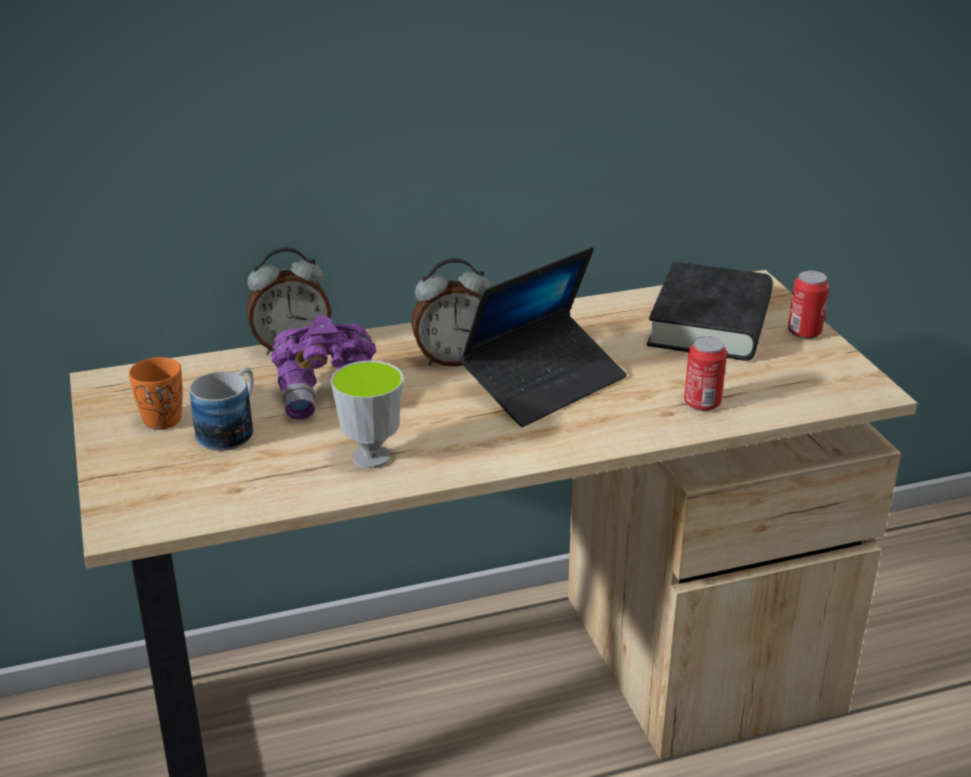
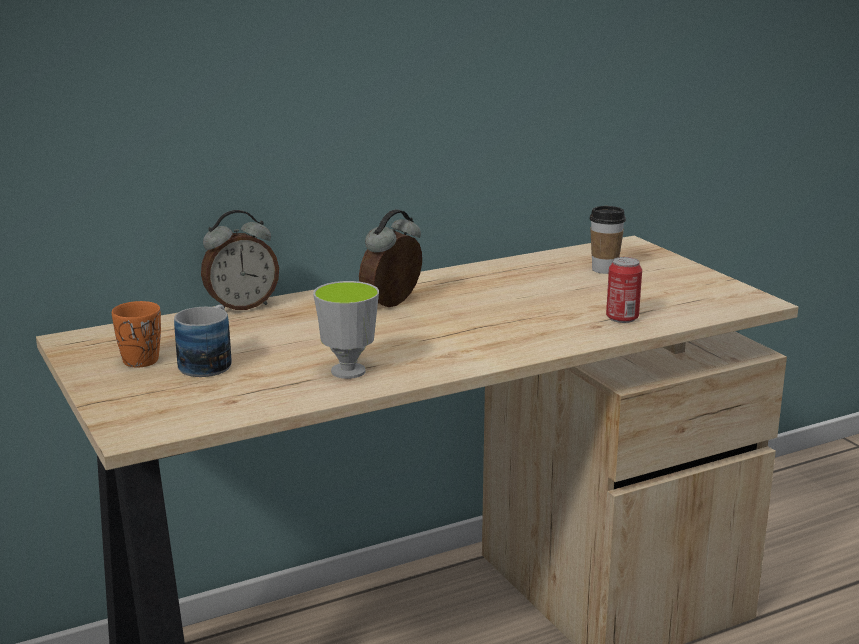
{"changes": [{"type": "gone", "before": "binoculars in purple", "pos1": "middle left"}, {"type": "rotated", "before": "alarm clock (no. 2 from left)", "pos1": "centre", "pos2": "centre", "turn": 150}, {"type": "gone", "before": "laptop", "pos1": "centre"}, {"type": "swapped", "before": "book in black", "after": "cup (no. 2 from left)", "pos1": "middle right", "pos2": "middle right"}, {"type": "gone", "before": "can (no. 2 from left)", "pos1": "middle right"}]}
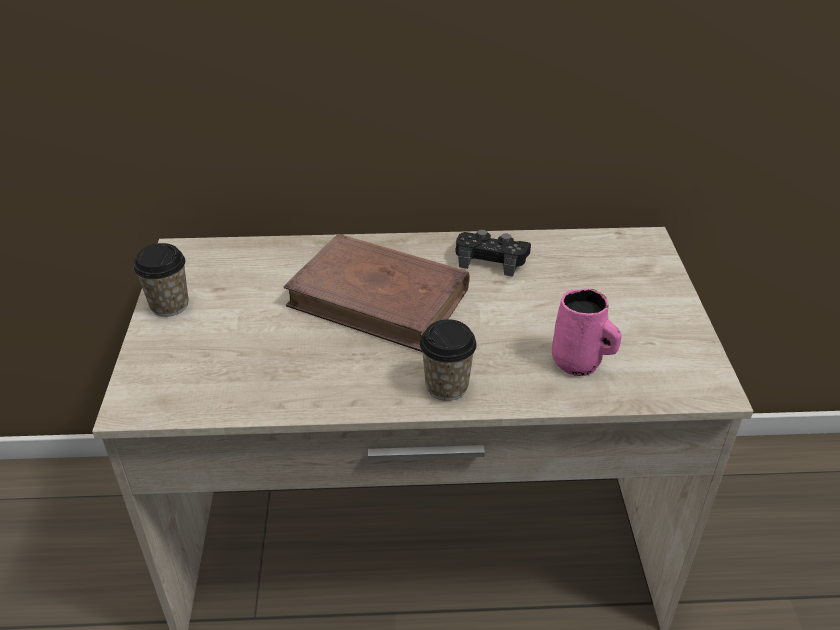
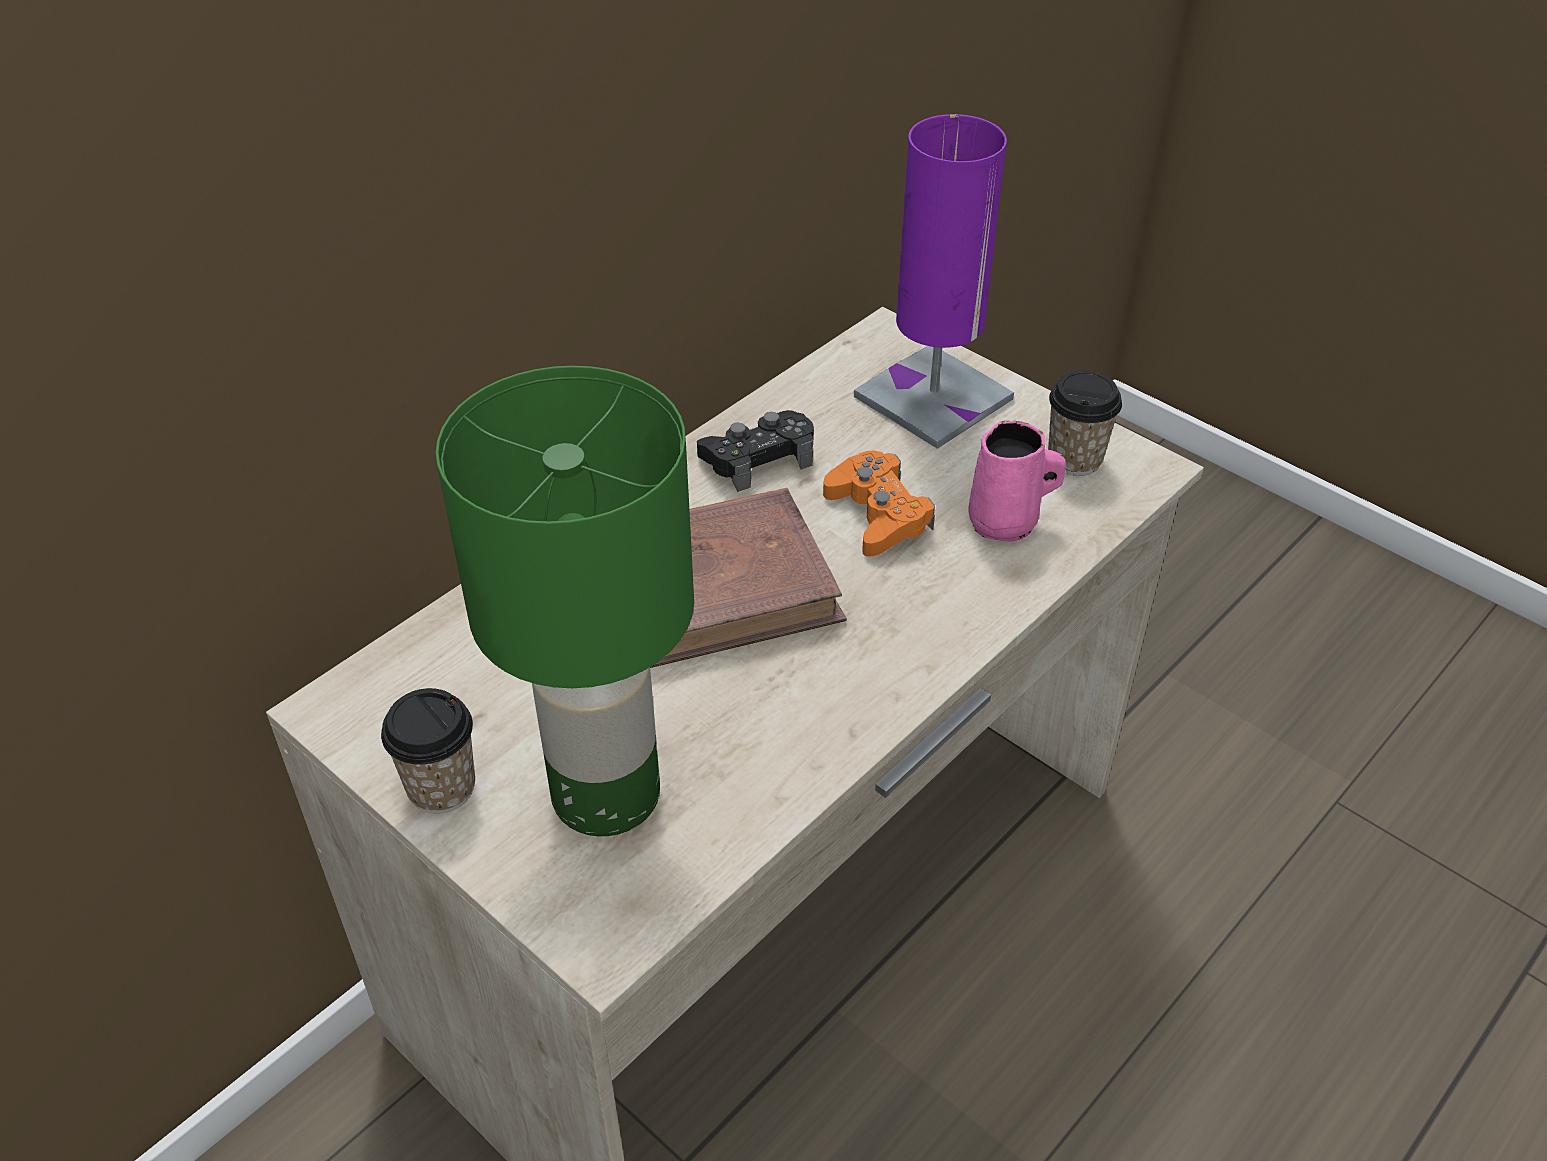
{"changes": [{"type": "shifted", "before": "cup (no. 2 from left)", "pos1": "centre", "pos2": "middle right"}, {"type": "new", "after": "table lamp in green", "pos2": "centre"}, {"type": "new", "after": "game controller in orange", "pos2": "centre"}, {"type": "new", "after": "table lamp in purple", "pos2": "top centre"}]}
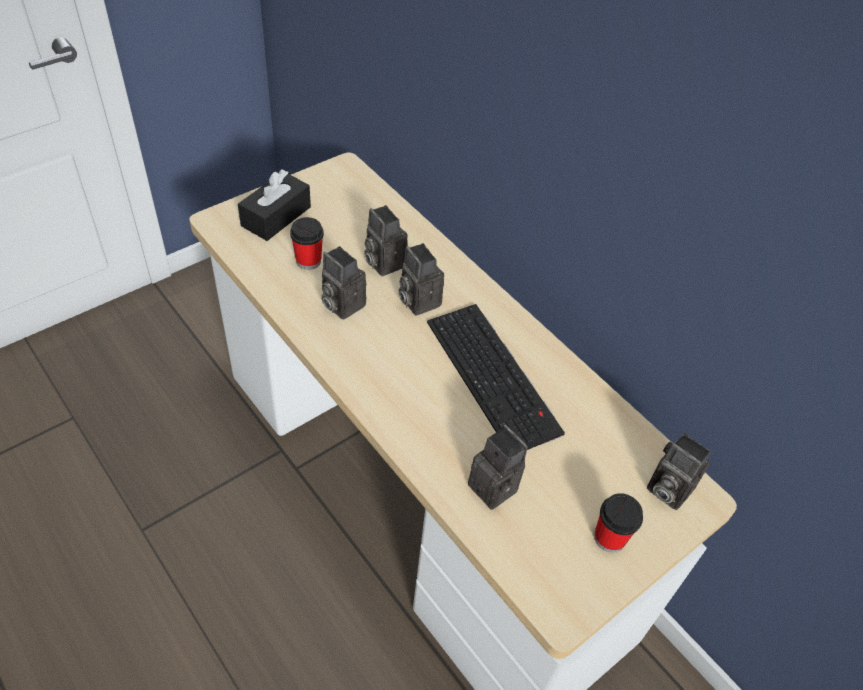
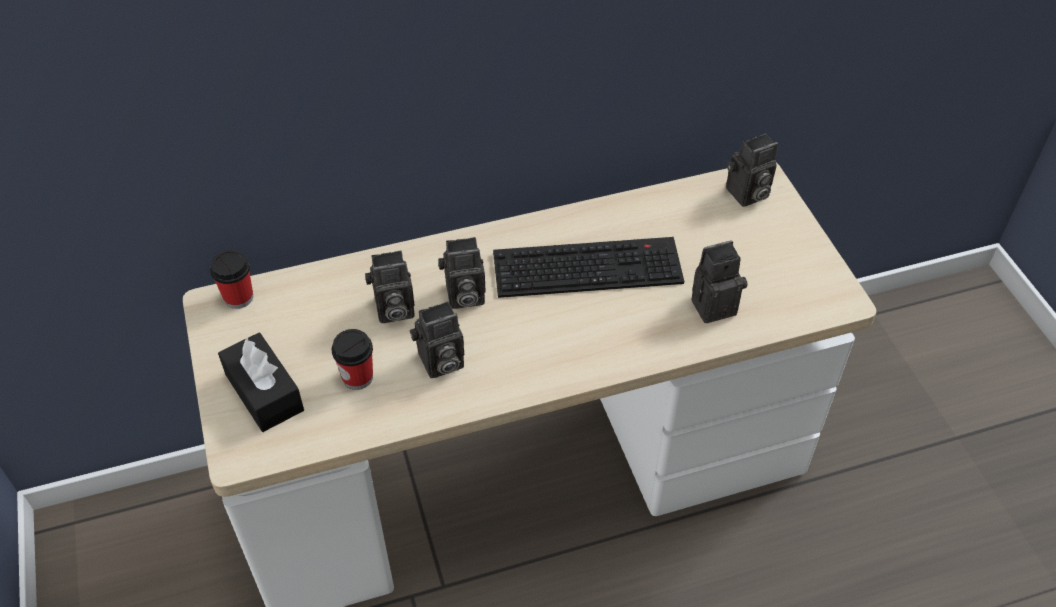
{"changes": [{"type": "shifted", "before": "cup (no. 2 from left in the first image)", "after": "cup (no. 1 from left)", "pos1": "bottom right", "pos2": "middle left"}]}
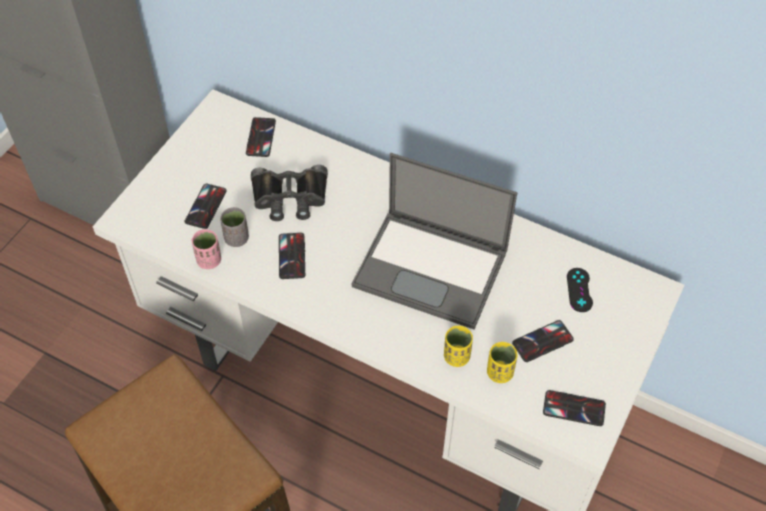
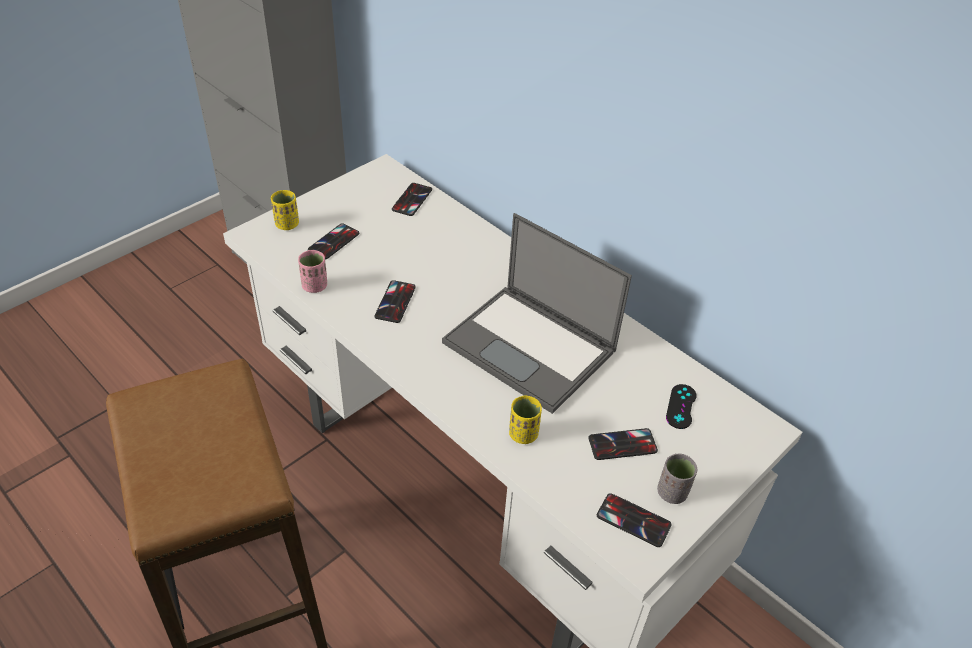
{"changes": [{"type": "shifted", "before": "cup in grey", "pos1": "middle left", "pos2": "bottom right"}, {"type": "gone", "before": "binoculars in black", "pos1": "centre"}, {"type": "shifted", "before": "cup in yellow (no. 2 from left in the first image)", "after": "cup in yellow (no. 1 from left)", "pos1": "bottom centre", "pos2": "top left"}]}
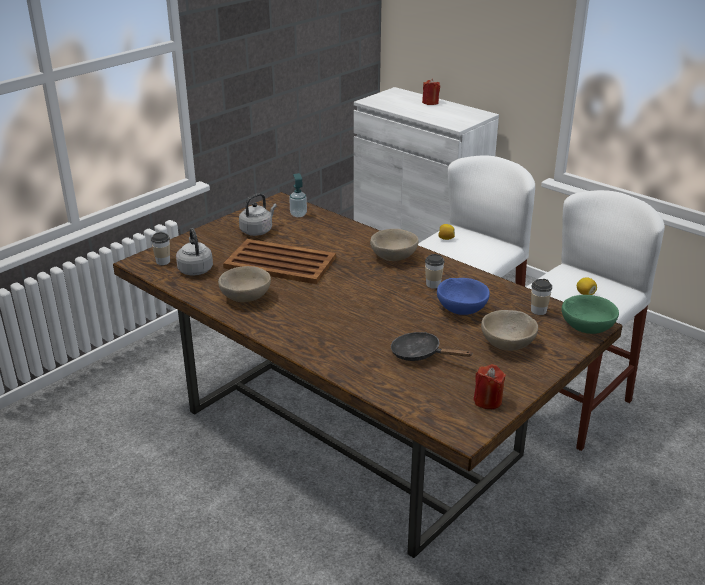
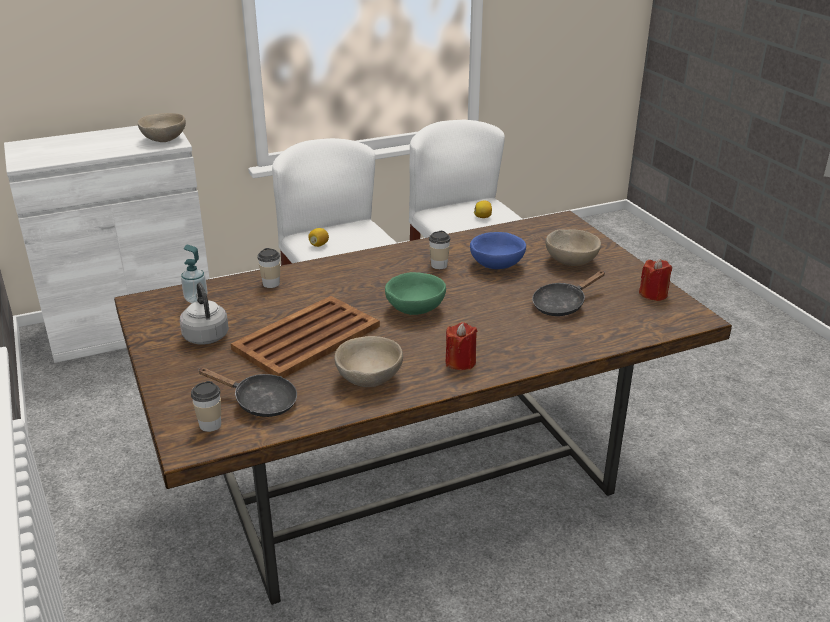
{"changes": [{"type": "swapped", "before": "kettle in grey (no. 1 from left)", "after": "frying pan in black (no. 1 from left)", "pos1": "middle left", "pos2": "middle left"}, {"type": "shifted", "before": "bowl in beige (no. 2 from left in the first image)", "after": "bowl in beige (no. 1 from left)", "pos1": "centre", "pos2": "top left"}, {"type": "shifted", "before": "candle in red (no. 1 from left)", "pos1": "top centre", "pos2": "centre"}, {"type": "shifted", "before": "cup (no. 3 from left in the first image)", "after": "cup (no. 2 from left)", "pos1": "middle right", "pos2": "middle left"}, {"type": "shifted", "before": "bowl in green", "pos1": "middle right", "pos2": "centre"}]}
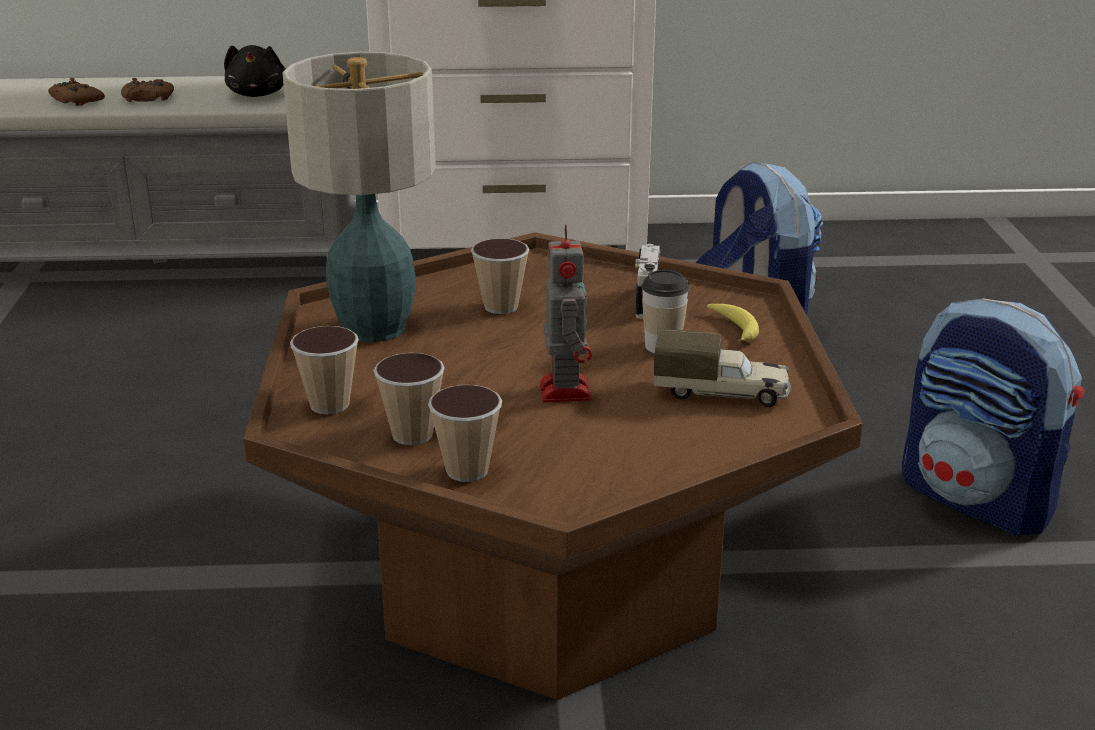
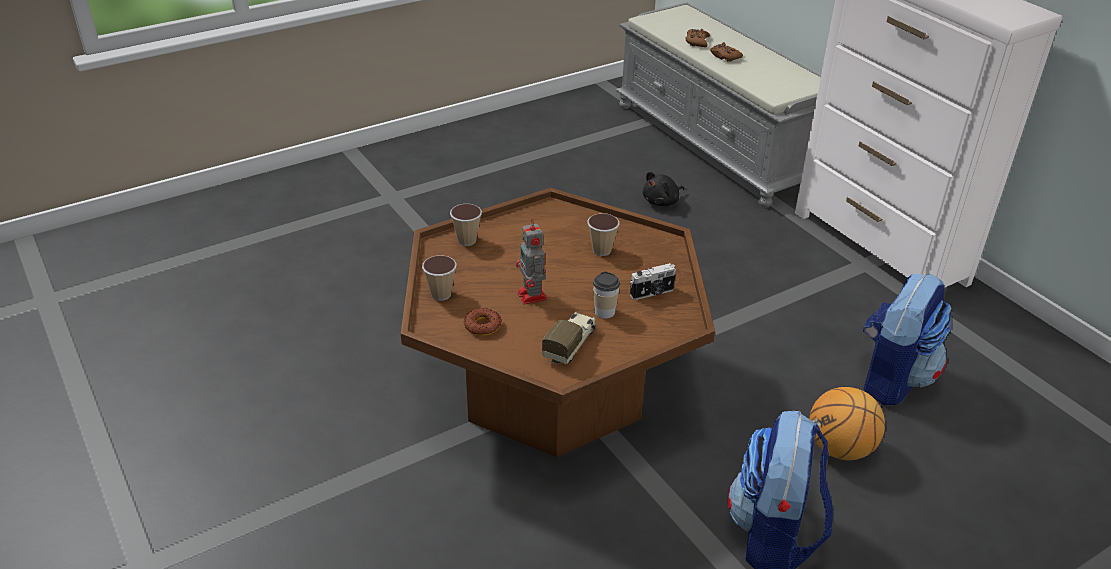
{"changes": [{"type": "shifted", "before": "plush toy in black", "pos1": "top left", "pos2": "top centre"}, {"type": "gone", "before": "table lamp", "pos1": "top left"}, {"type": "gone", "before": "cup (no. 2 from left)", "pos1": "centre"}, {"type": "rotated", "before": "toy robot", "pos1": "centre", "pos2": "centre", "turn": 105}, {"type": "rotated", "before": "toy truck", "pos1": "centre", "pos2": "centre", "turn": -135}, {"type": "gone", "before": "banana", "pos1": "middle right"}, {"type": "new", "after": "donut", "pos2": "centre"}, {"type": "new", "after": "basketball", "pos2": "bottom right"}]}
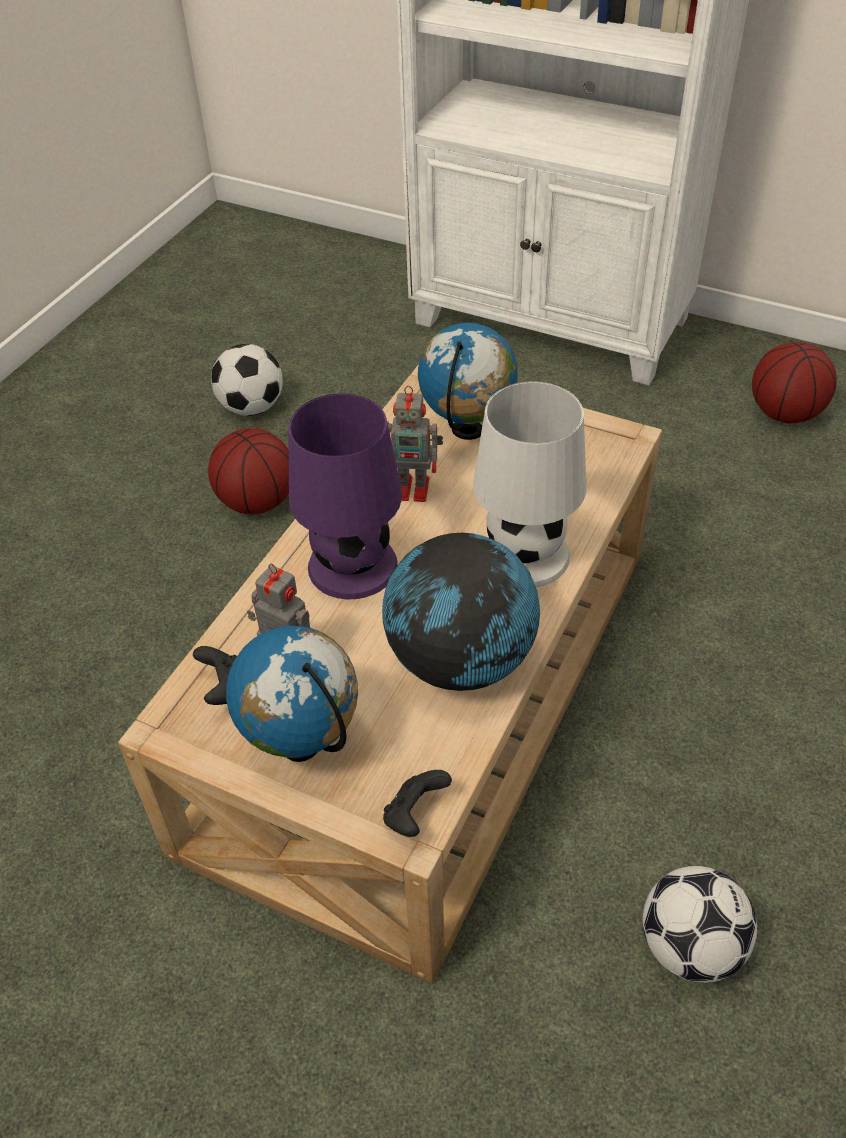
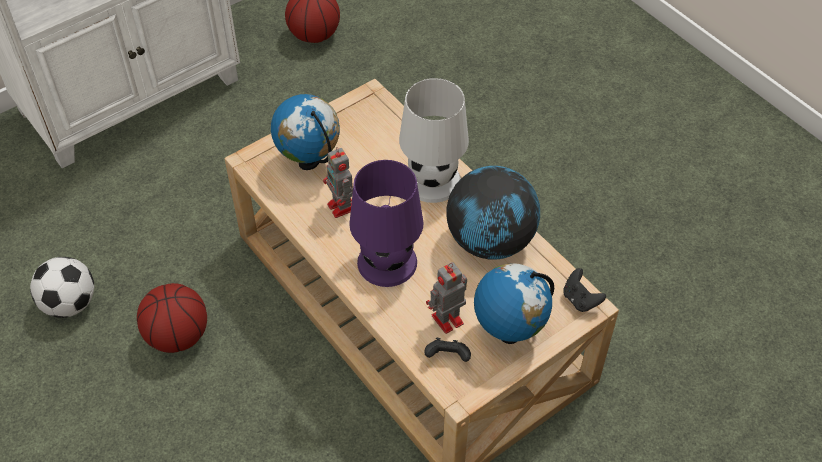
{"changes": [{"type": "rotated", "before": "toy robot (no. 2 from left in the first image)", "pos1": "centre", "pos2": "centre", "turn": 120}, {"type": "gone", "before": "football (no. 2 from left)", "pos1": "bottom right"}]}
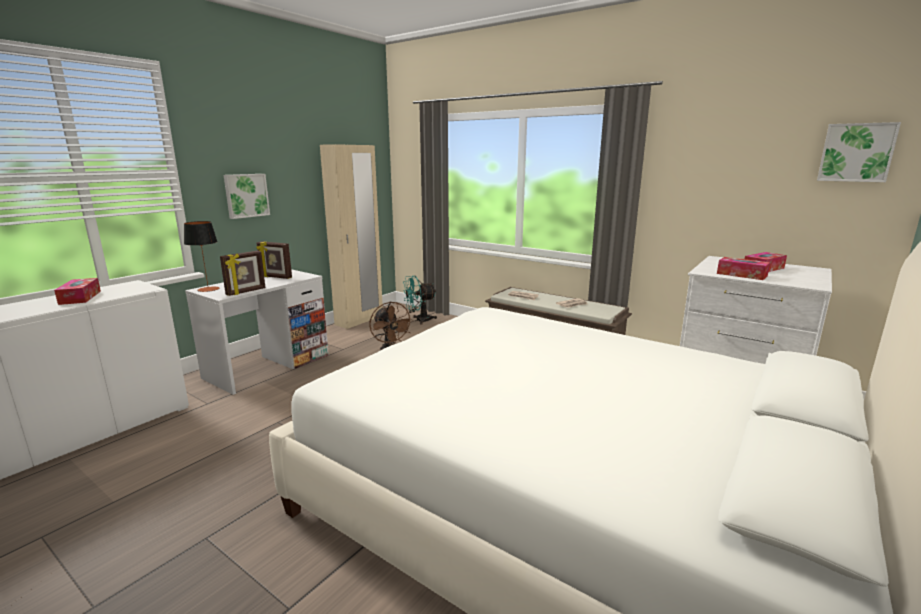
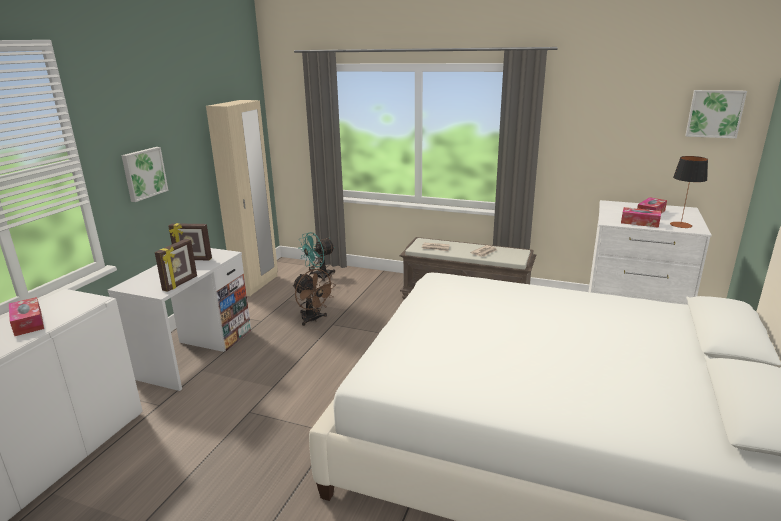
{"changes": [{"type": "shifted", "before": "table lamp", "pos1": "middle left", "pos2": "middle right"}]}
